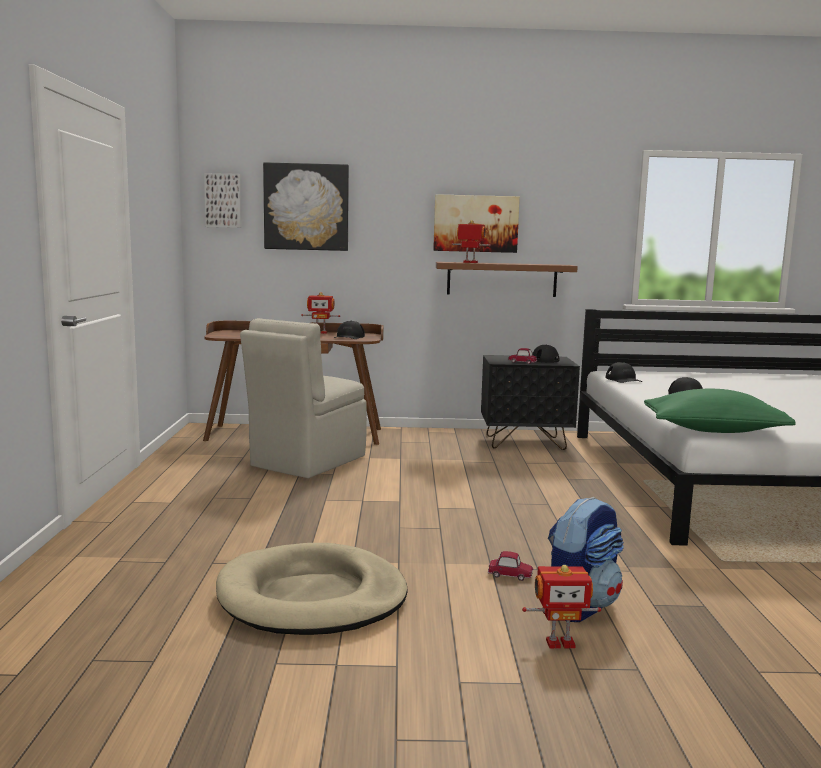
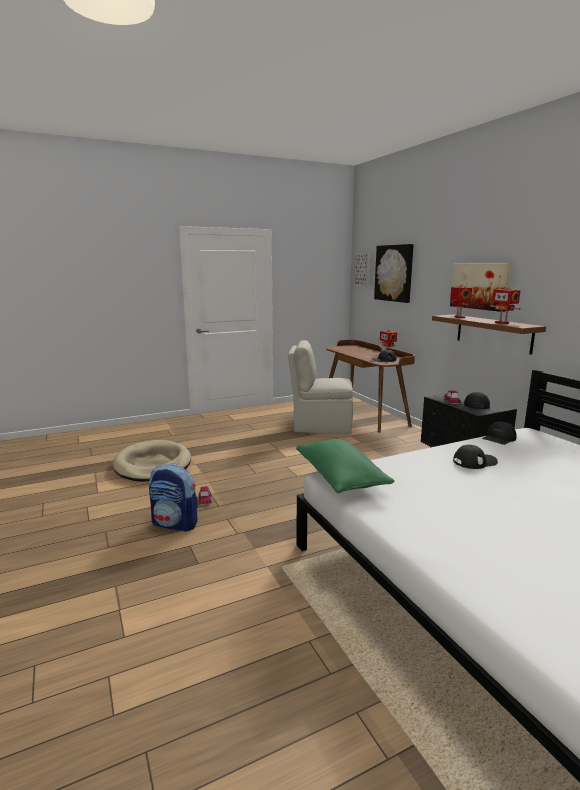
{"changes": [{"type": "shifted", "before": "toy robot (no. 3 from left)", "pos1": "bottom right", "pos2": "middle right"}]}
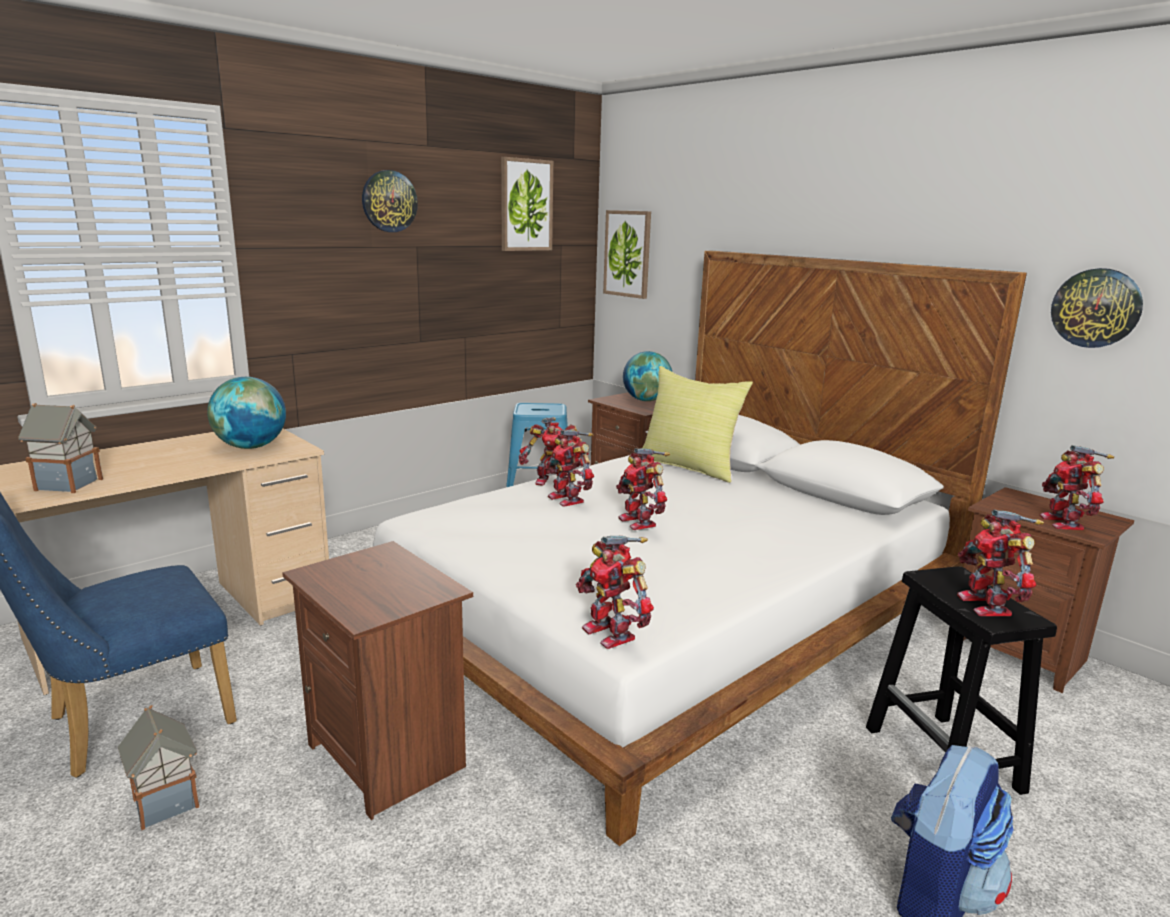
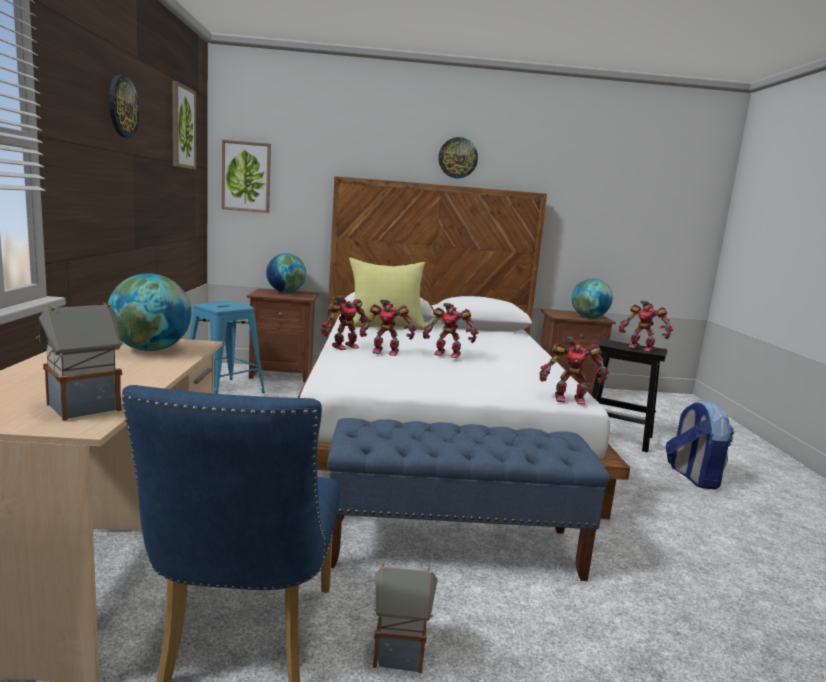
{"changes": [{"type": "swapped", "before": "nightstand in brown (no. 1 from left)", "after": "bench in blue", "pos1": "bottom left", "pos2": "bottom centre"}, {"type": "swapped", "before": "toy robot (no. 6 from left)", "after": "globe (no. 3 from left)", "pos1": "middle right", "pos2": "middle right"}, {"type": "shifted", "before": "wall clock (no. 2 from left)", "pos1": "middle right", "pos2": "top centre"}]}
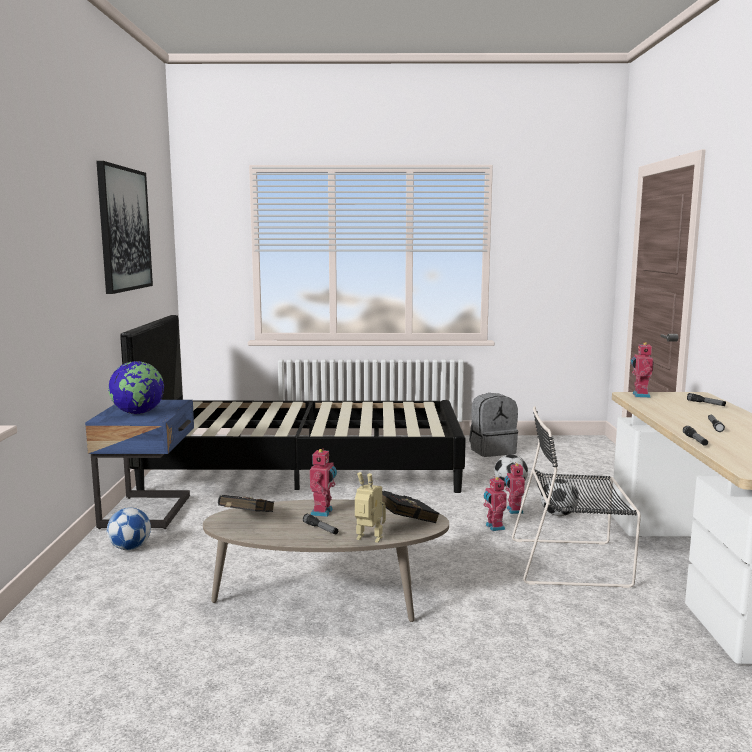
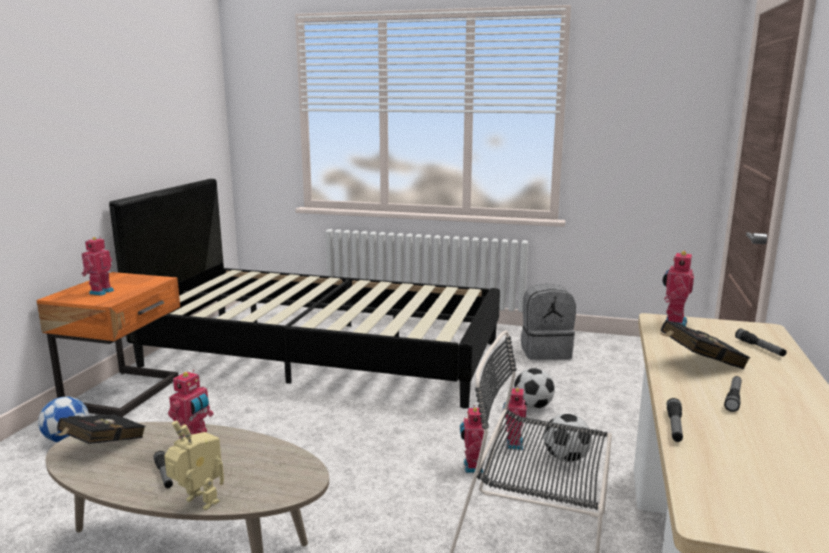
{"changes": [{"type": "repainted", "before": "nightstand in blue", "after": "nightstand in orange", "pos1": "middle left", "pos2": "middle left"}, {"type": "gone", "before": "picture", "pos1": "top left"}, {"type": "swapped", "before": "globe", "after": "toy robot (no. 1 from left)", "pos1": "middle left", "pos2": "middle left"}, {"type": "shifted", "before": "book in black (no. 2 from left)", "pos1": "bottom centre", "pos2": "middle right"}]}
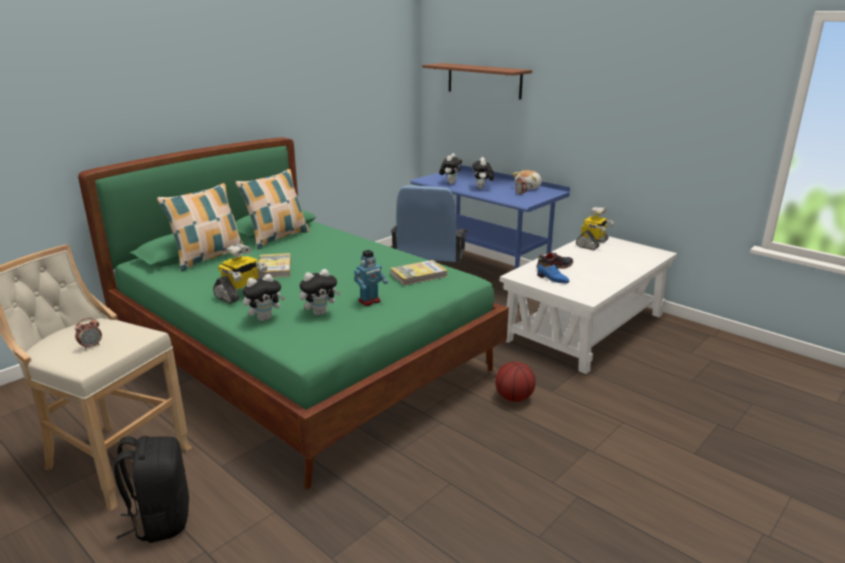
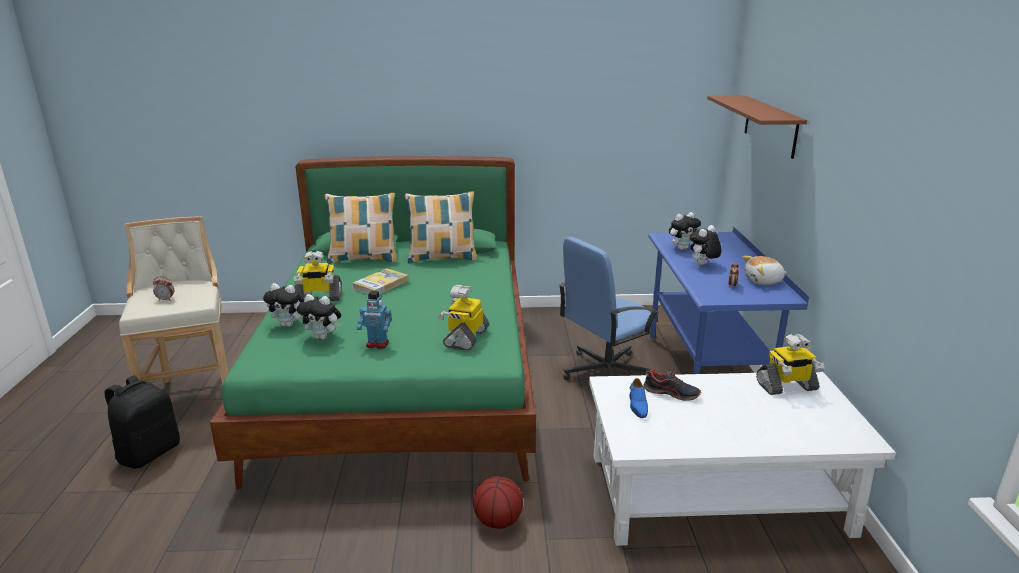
{"changes": [{"type": "swapped", "before": "book (no. 2 from left)", "after": "toy robot (no. 3 from left)", "pos1": "centre", "pos2": "centre"}]}
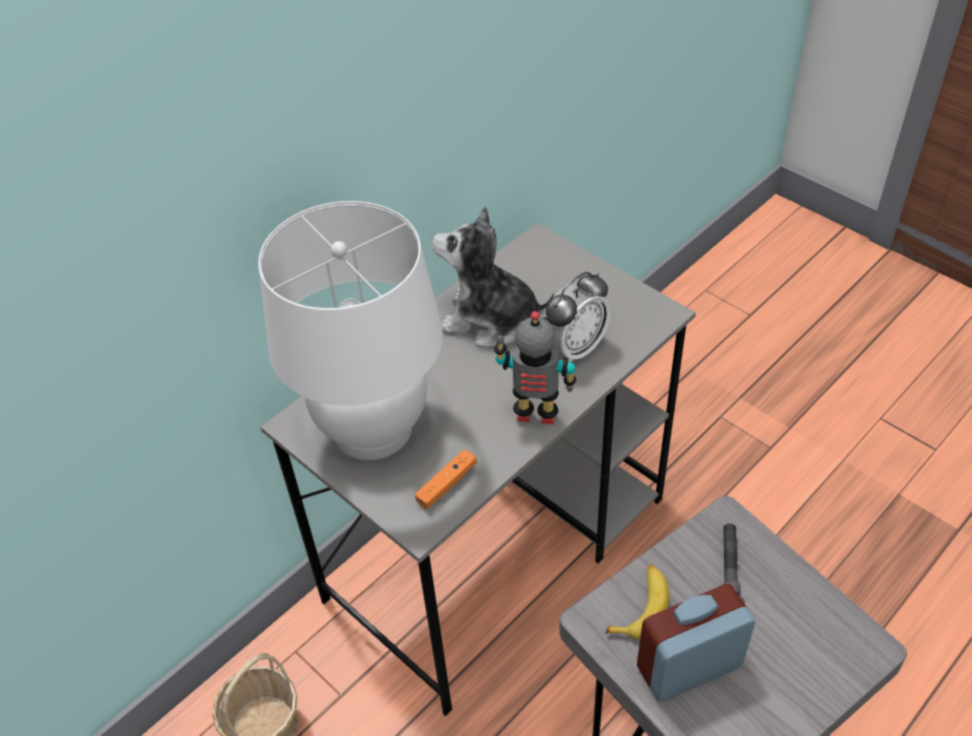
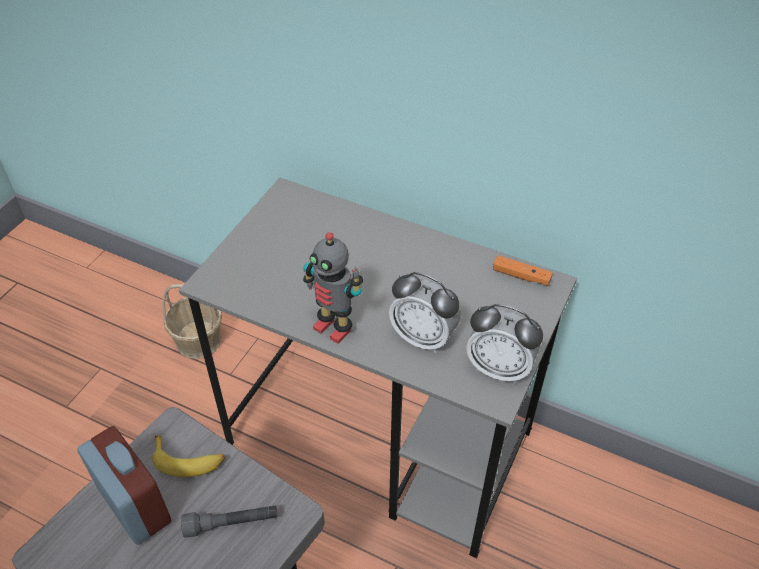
{"changes": [{"type": "gone", "before": "table lamp in white", "pos1": "centre"}, {"type": "shifted", "before": "game controller in orange", "pos1": "centre", "pos2": "middle right"}, {"type": "gone", "before": "plush toy", "pos1": "centre"}, {"type": "rotated", "before": "toy robot", "pos1": "centre", "pos2": "centre", "turn": 135}, {"type": "new", "after": "alarm clock (no. 3 from left)", "pos2": "centre"}]}
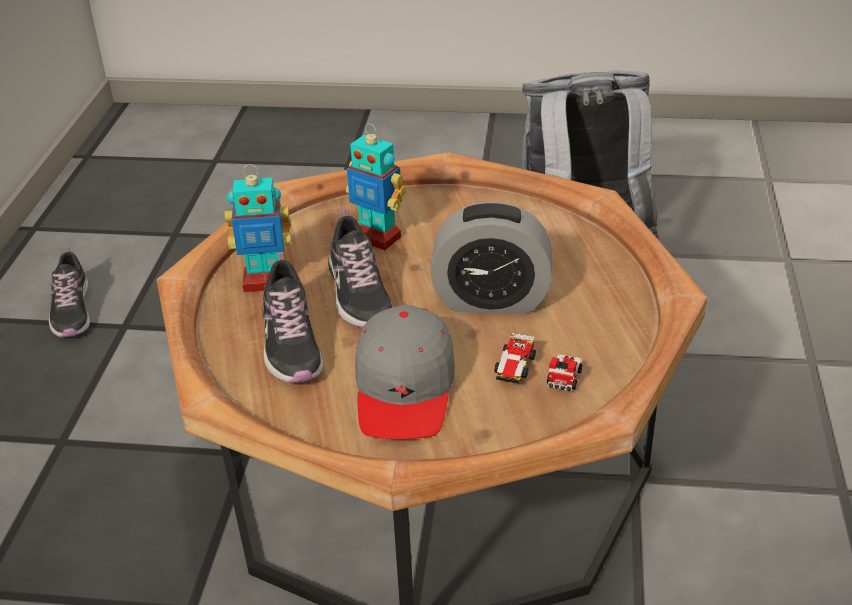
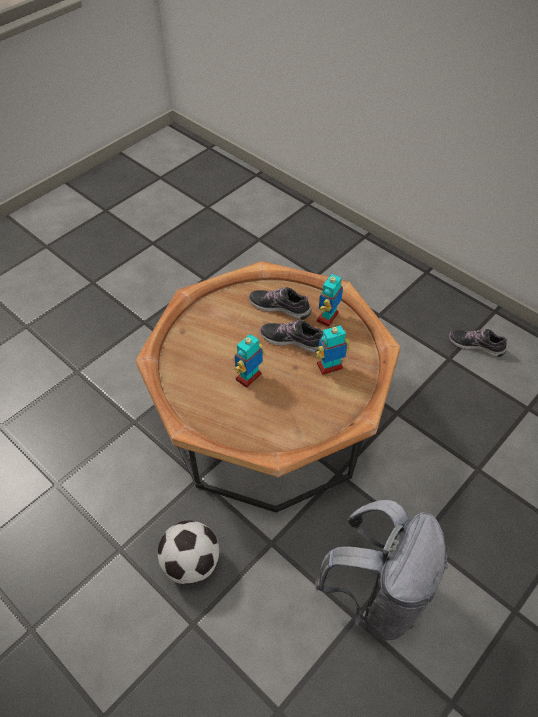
{"changes": [{"type": "gone", "before": "cap in grey", "pos1": "centre"}, {"type": "swapped", "before": "alarm clock", "after": "toy robot (no. 1 from left)", "pos1": "centre", "pos2": "centre"}, {"type": "gone", "before": "toy car", "pos1": "centre"}, {"type": "new", "after": "football", "pos2": "bottom centre"}]}
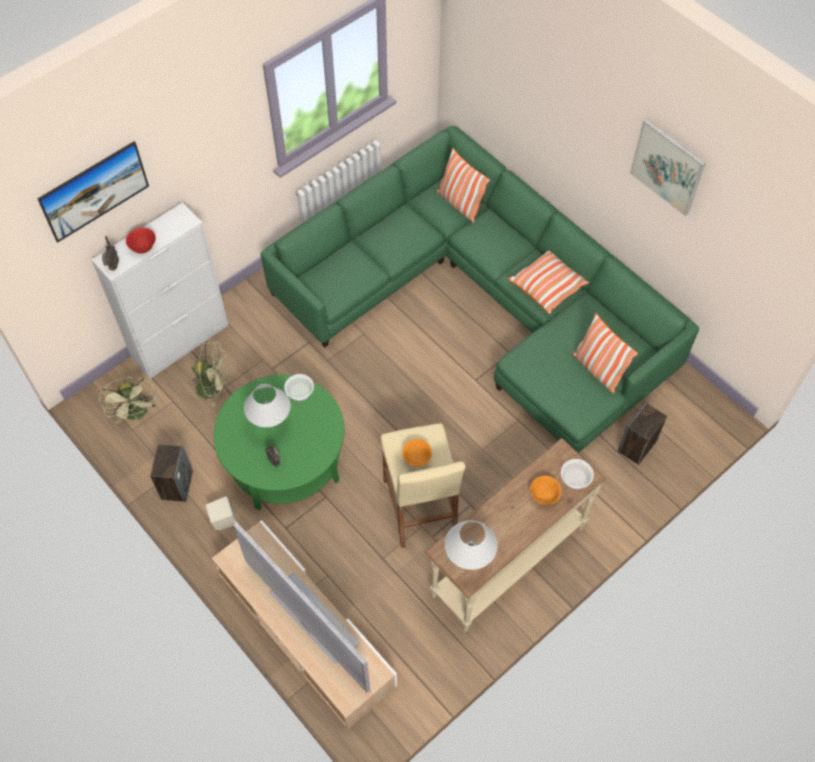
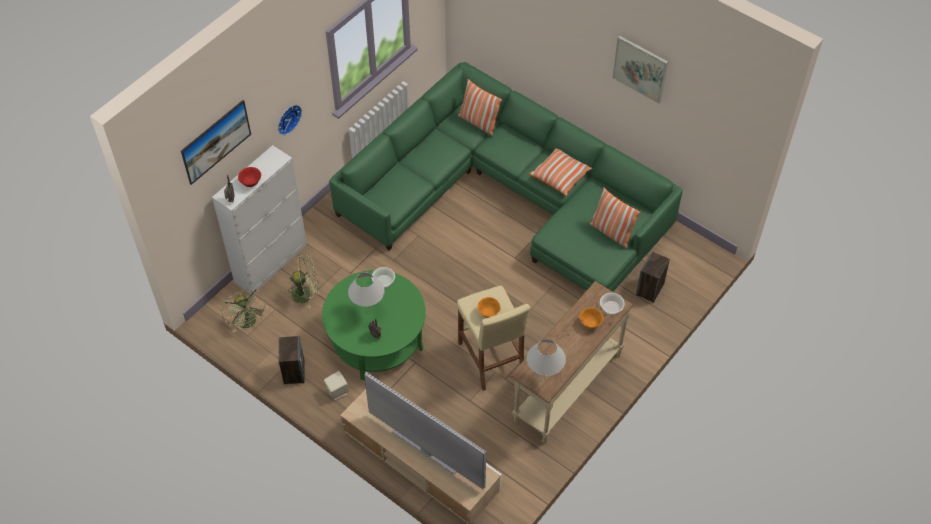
{"changes": [{"type": "new", "after": "wall clock", "pos2": "top left"}]}
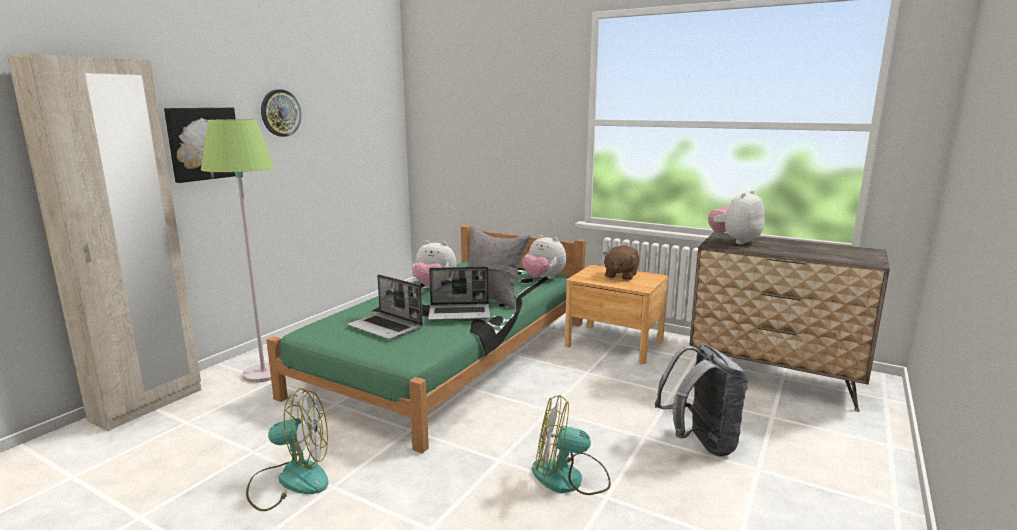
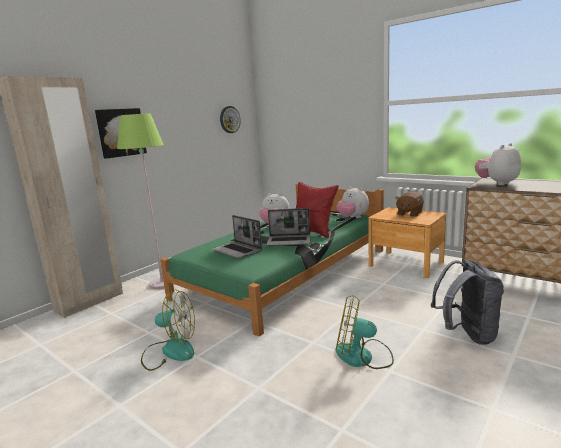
{"changes": [{"type": "shifted", "before": "wall clock", "pos1": "top left", "pos2": "top centre"}, {"type": "repainted", "before": "pillow in grey", "after": "pillow in red", "pos1": "centre", "pos2": "centre"}]}
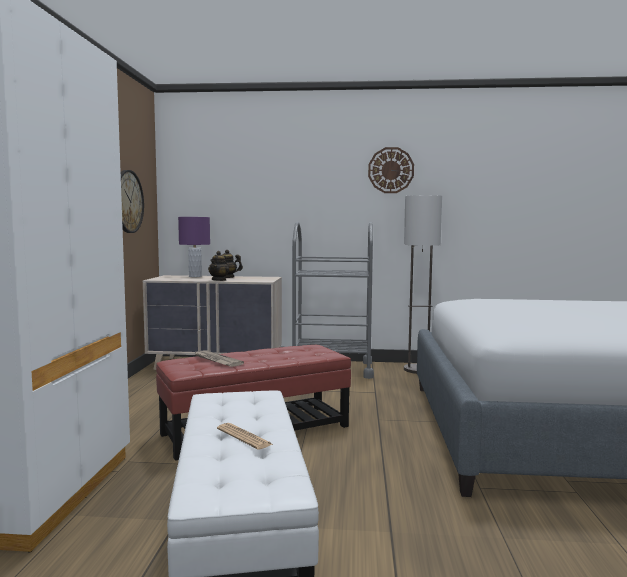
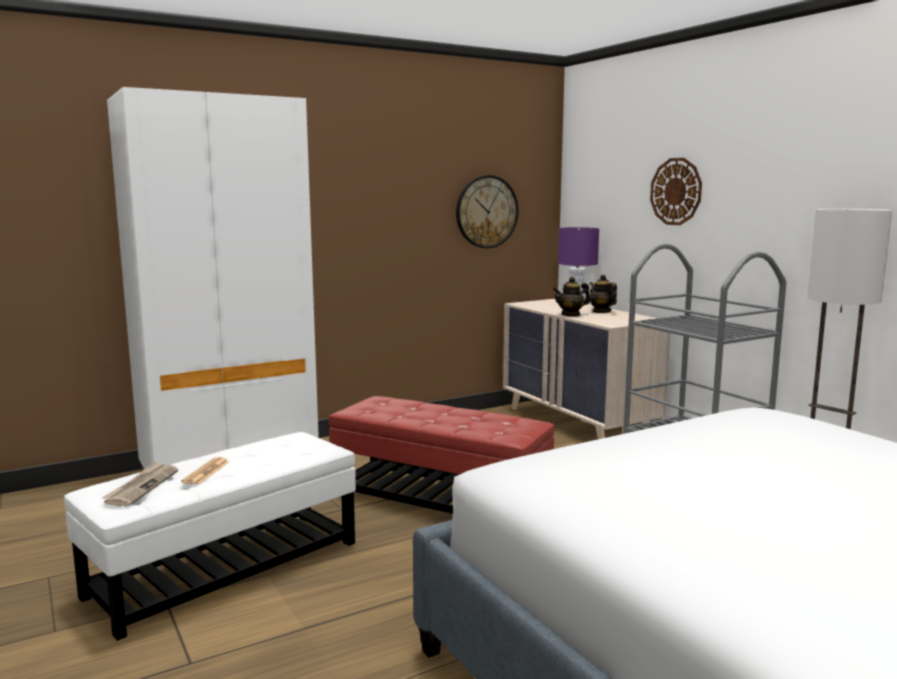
{"changes": [{"type": "shifted", "before": "newspaper (no. 1 from left)", "pos1": "centre", "pos2": "bottom left"}, {"type": "shifted", "before": "wall clock (no. 2 from left)", "pos1": "top centre", "pos2": "top right"}]}
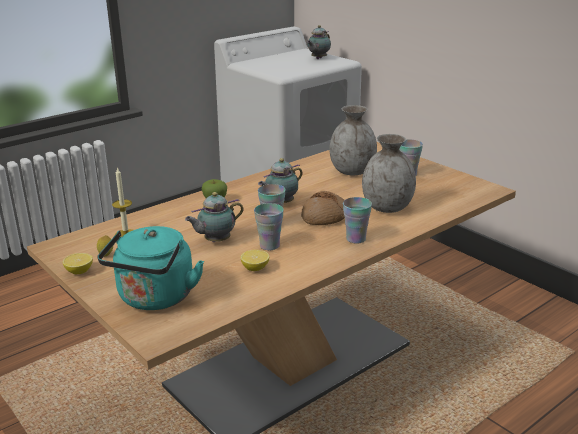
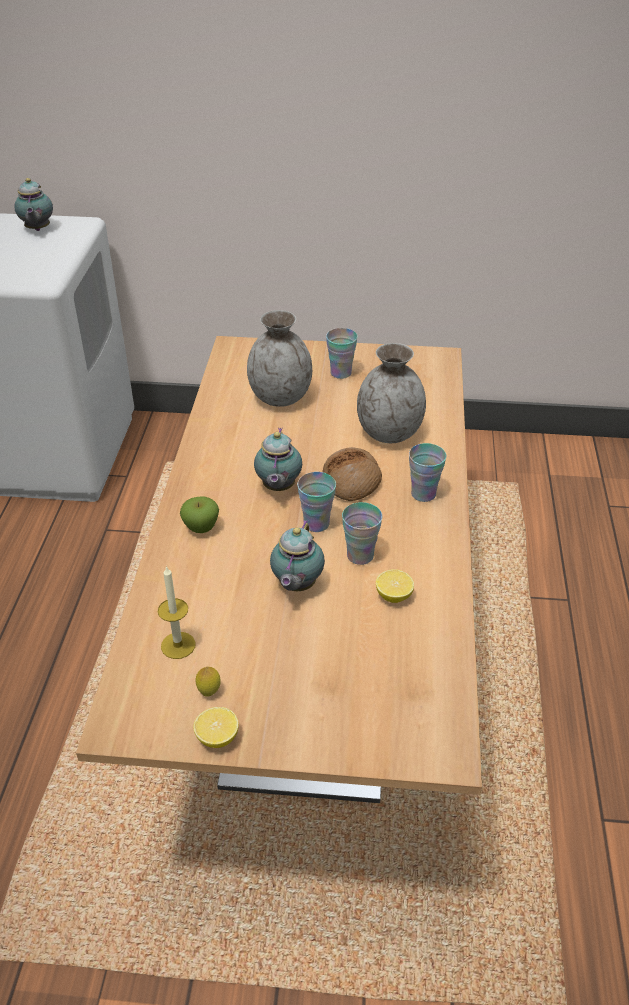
{"changes": [{"type": "gone", "before": "kettle in turquoise", "pos1": "middle left"}]}
